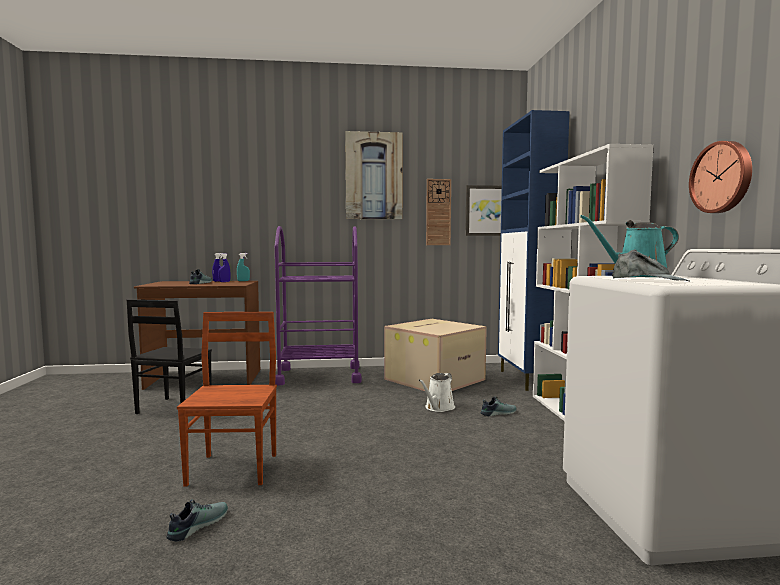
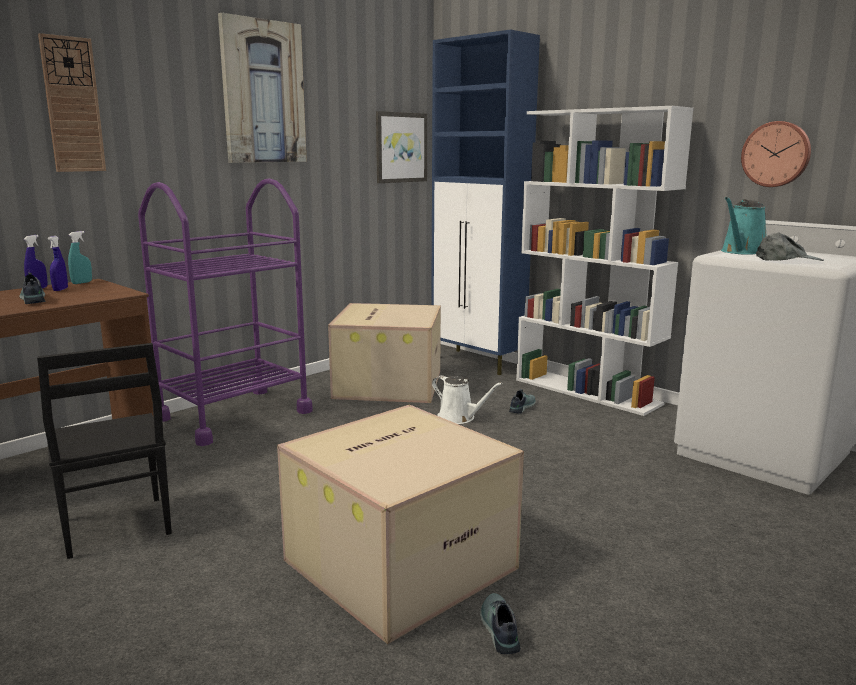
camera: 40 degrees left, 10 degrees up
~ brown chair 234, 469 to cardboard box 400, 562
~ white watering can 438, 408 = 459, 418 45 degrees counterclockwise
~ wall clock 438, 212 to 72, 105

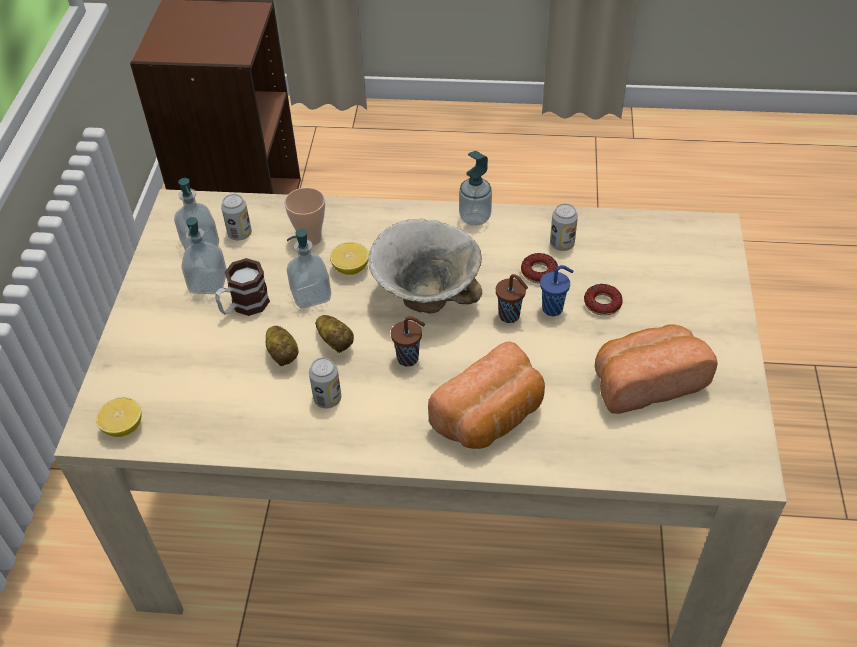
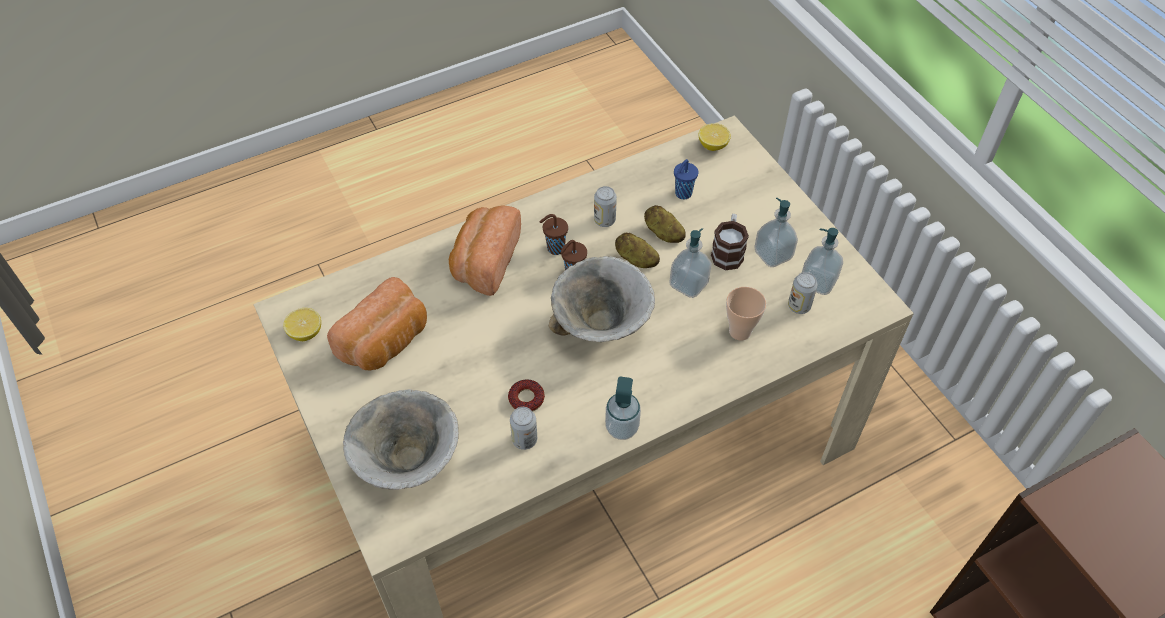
camera: 145 degrees right, 5 degrees up
~ lemon 351, 268 to 305, 332
~ brown cup 510, 316 to 554, 248
~ blue cup 553, 308 to 682, 194
- donut 602, 303
+ bowl 407, 464

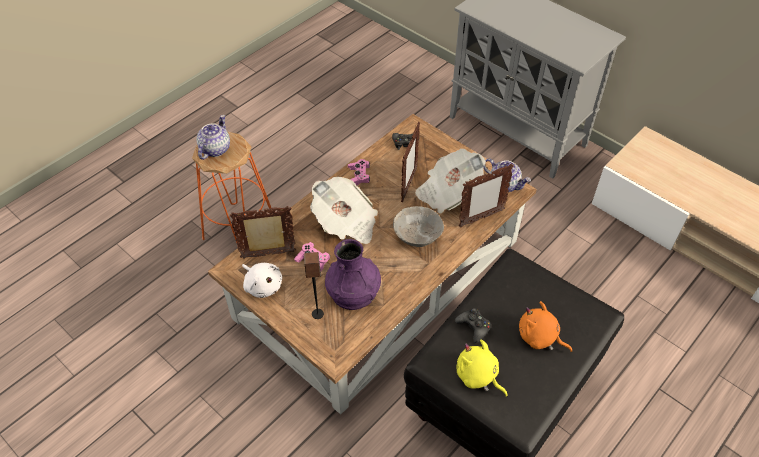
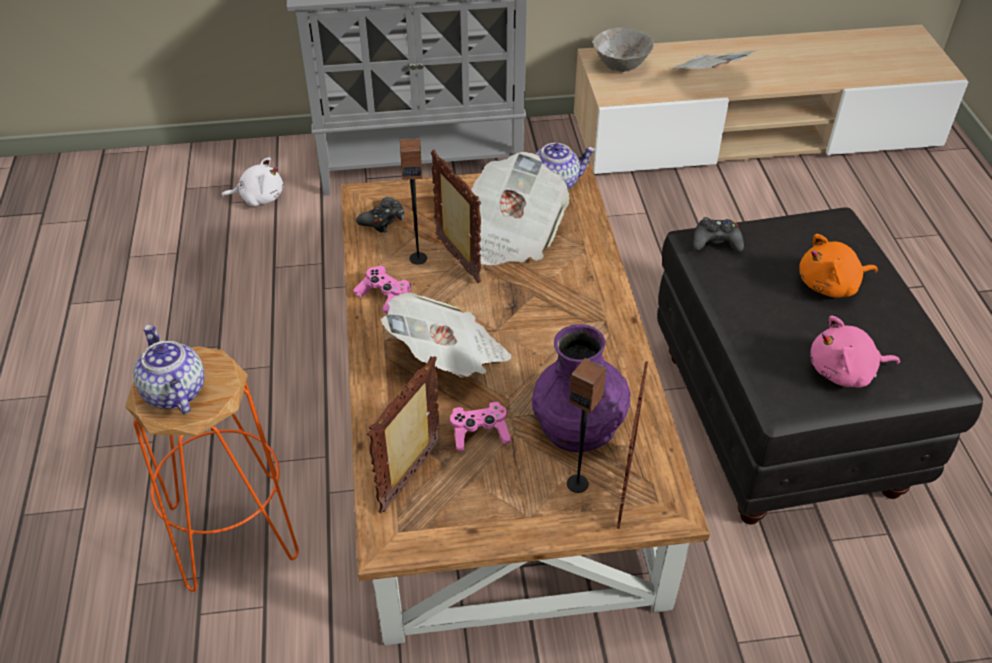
camera: 50 degrees left, 5 degrees down
~ white plush toy 262, 285 to 259, 197
~ grey bowl 416, 237 to 620, 66
~ black game controller 474, 327 to 716, 241
~ yellow plush toy 478, 376 to pink plush toy 844, 372
~ picture frame 481, 218 to 624, 488
+ speaker 418, 258
+ newspaper 709, 79

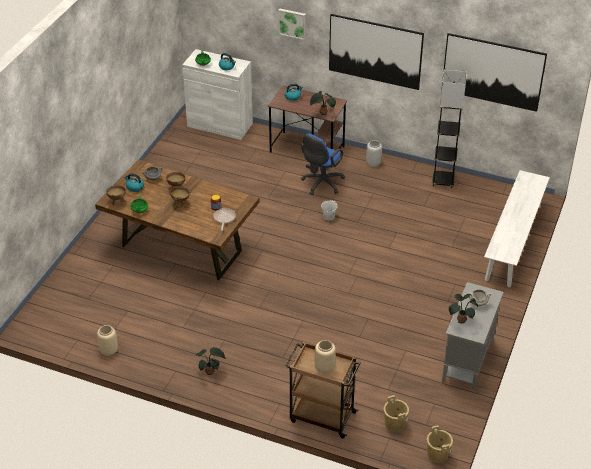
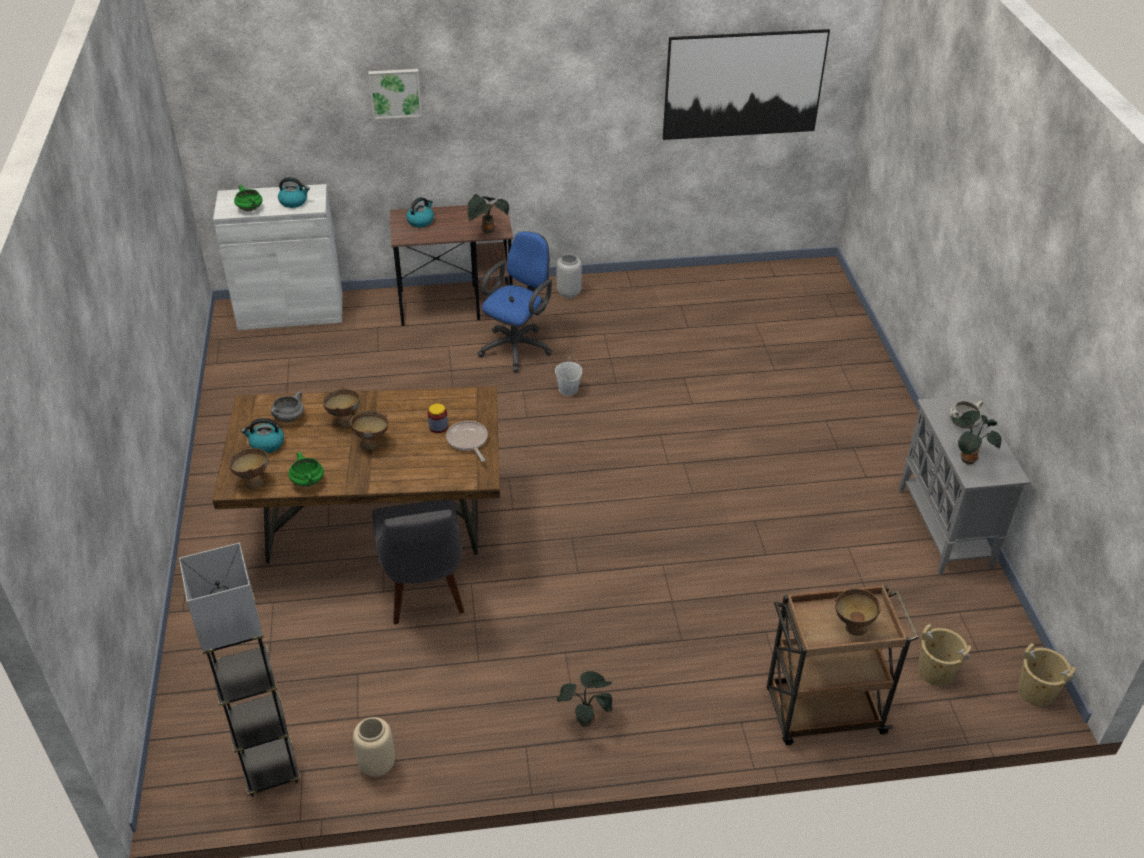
camera: 30 degrees left, 0 degrees up
~ blue office chair 321, 184 = 518, 346 150 degrees counterclockwise
~ beige vase 324, 368 to brown bowl 851, 626
- picture 375, 51
~ grey floor lamp 443, 181 to 270, 770
- white bench 513, 242
+ grey chair 424, 590

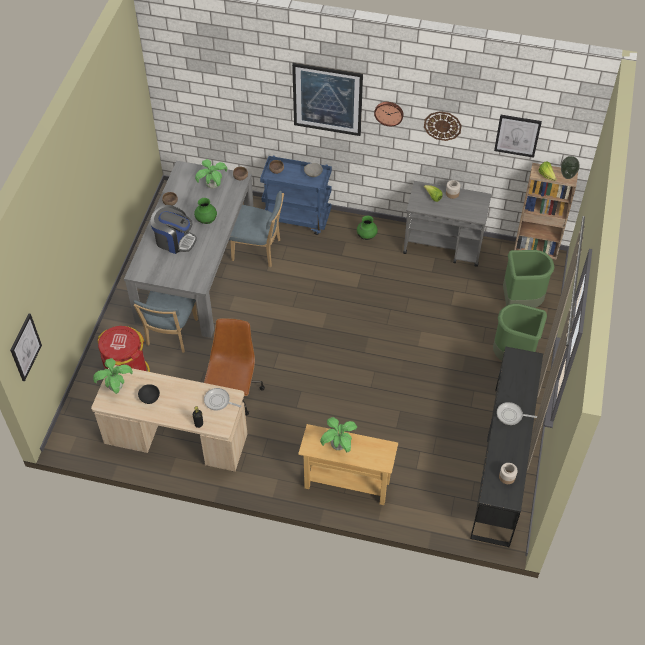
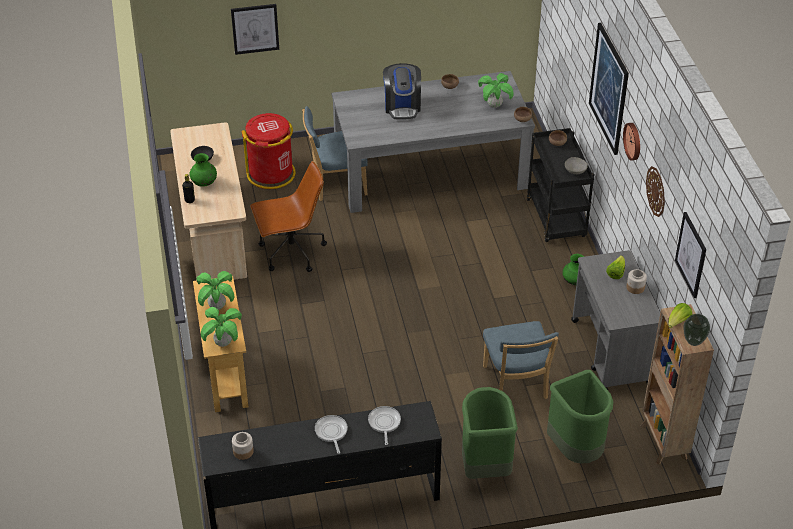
camera: 65 degrees right, 10 degrees down
~ picture 25, 347 to 255, 28
~ potted plant 116, 387 to 223, 343
~ green vase 206, 220 to 204, 183
~ frying pan 218, 401 to 384, 423
~ blue chair 259, 250 to 516, 385
~ blue cart 298, 218 to black cart 557, 219

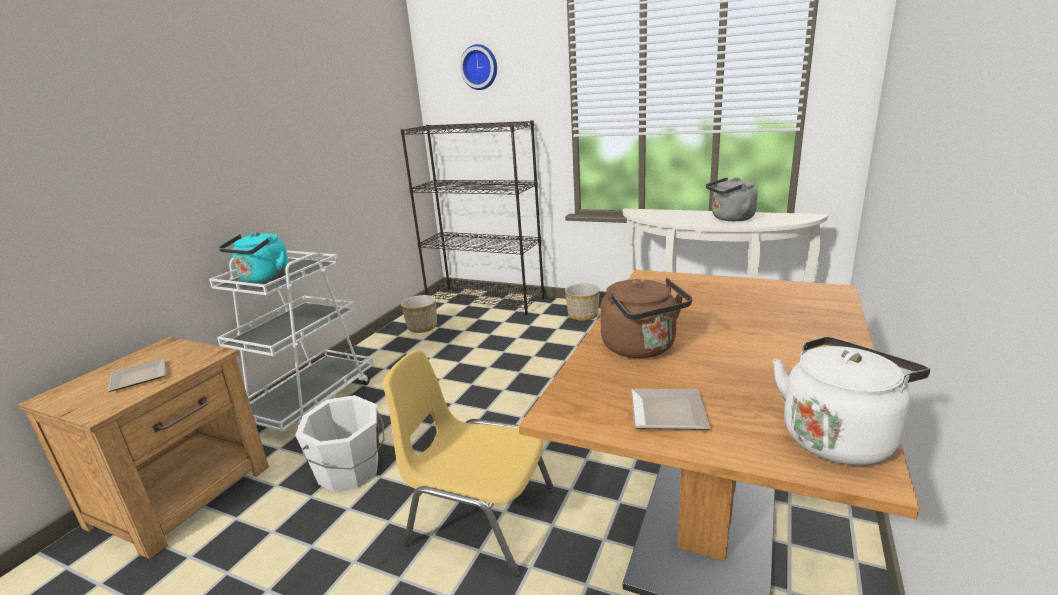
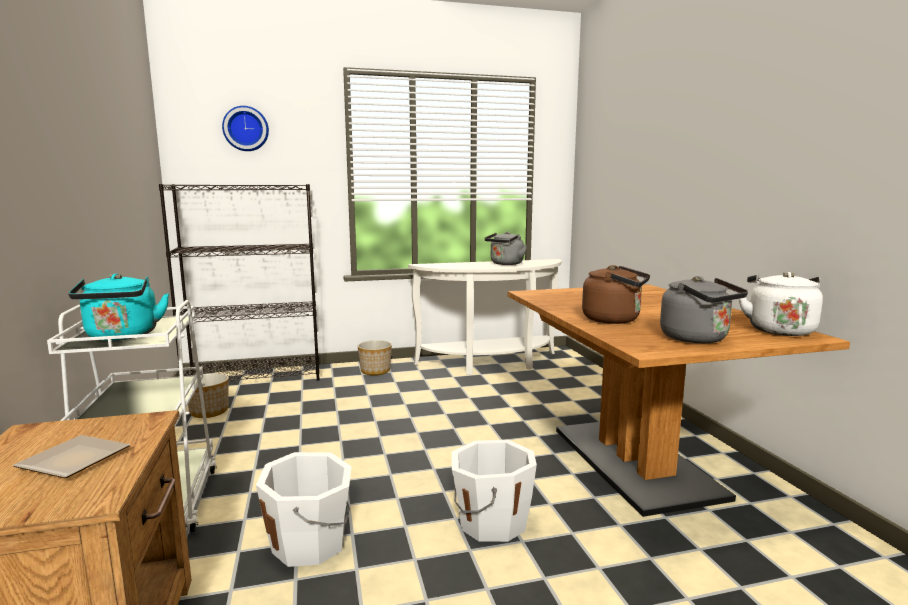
camera: 40 degrees left, 10 degrees down
~ yellow chair 479, 517 to white bucket 490, 522
~ plate 665, 414 to grey kettle 698, 339

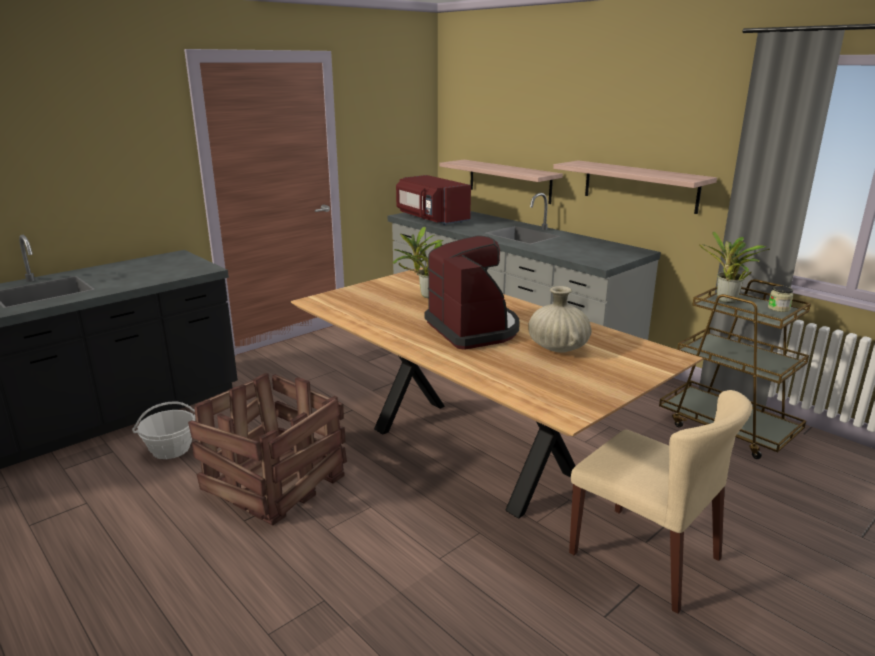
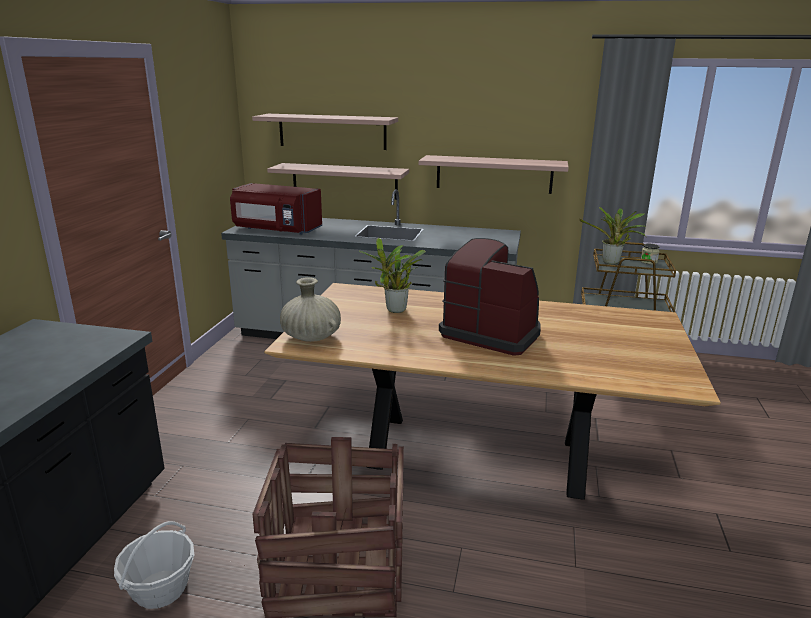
camera: 35 degrees left, 0 degrees up
~ beige vase 557, 348 to 311, 337
- beige chair 646, 556
+ shelf 332, 131

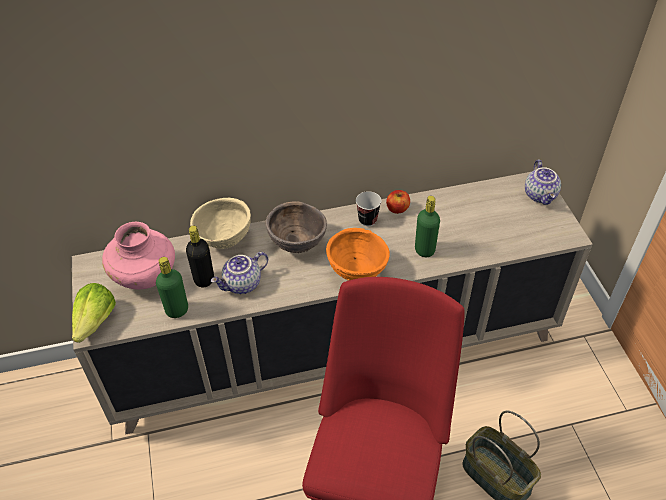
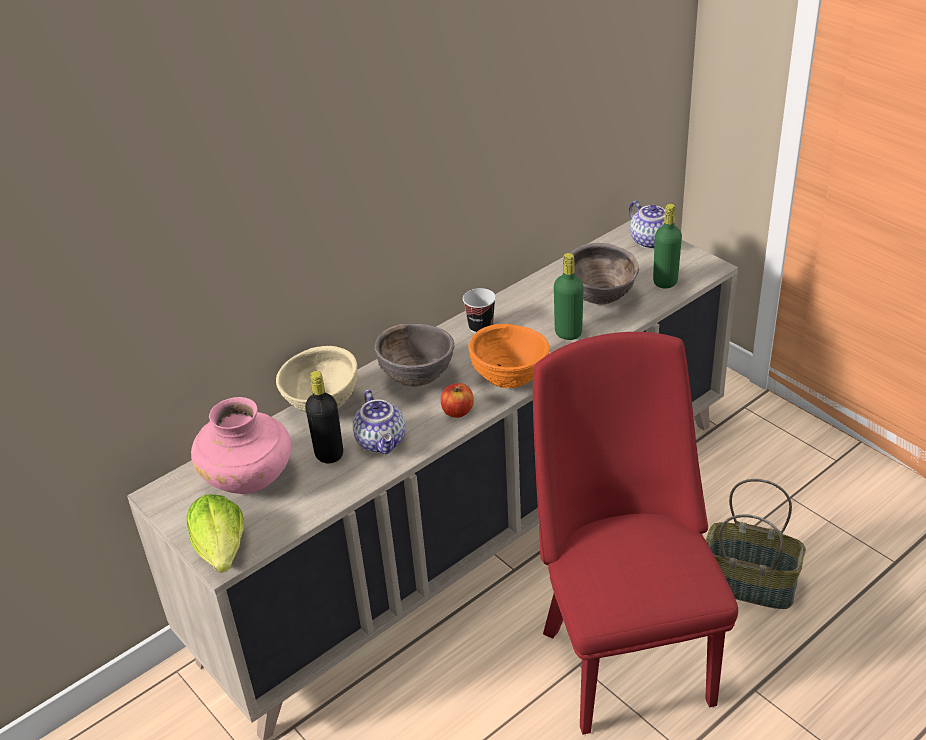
camera: 25 degrees left, 10 degrees down
~ green bottle 177, 310 to 665, 282
~ teapot 242, 285 = 382, 441 45 degrees counterclockwise
~ apple 397, 209 to 457, 411
+ brown bowl 600, 299

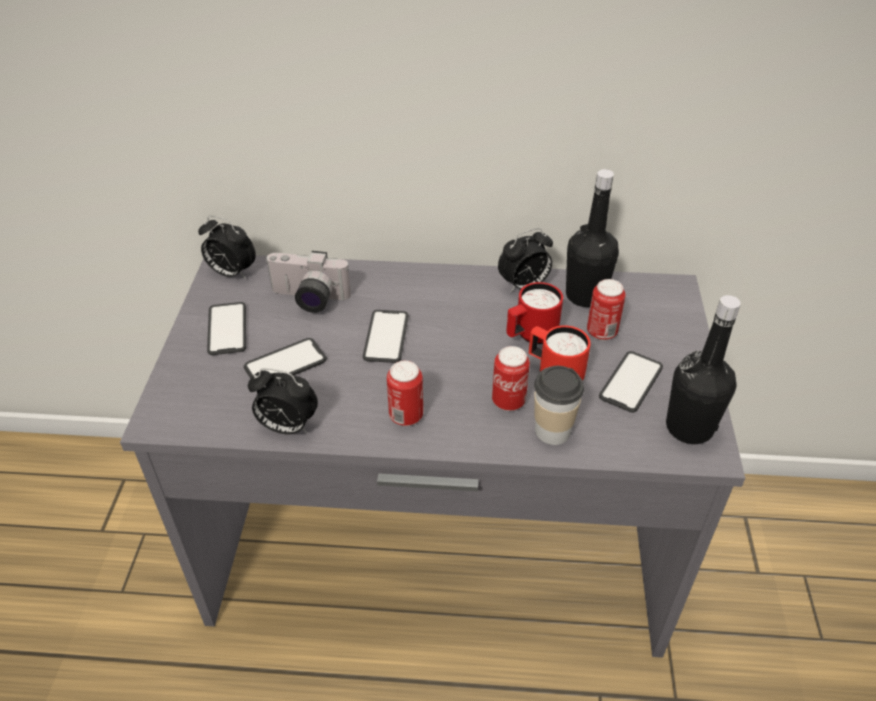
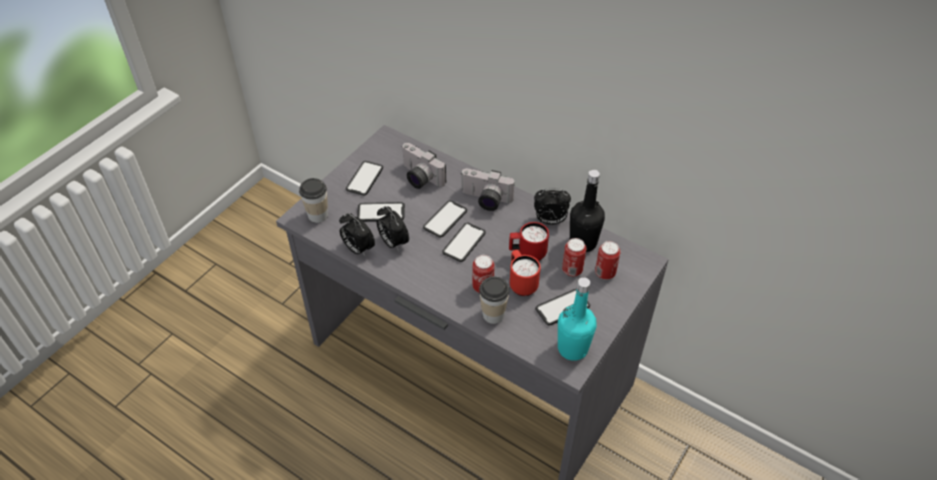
camera: 30 degrees right, 5 degrees up
~ alarm clock 231, 273 to 393, 242
~ can 406, 416 to 605, 273
~ black bottle 689, 427 to turquoise bottle 572, 348
+ cup 318, 215
+ phone 464, 242
+ photo camera 485, 200

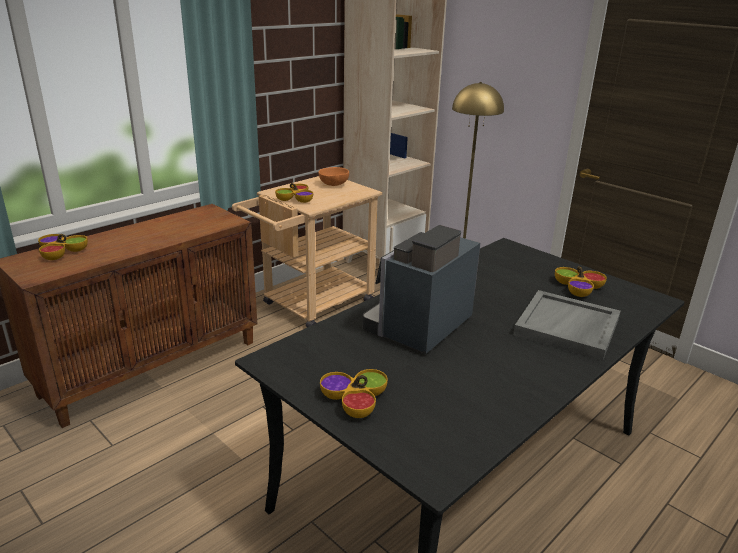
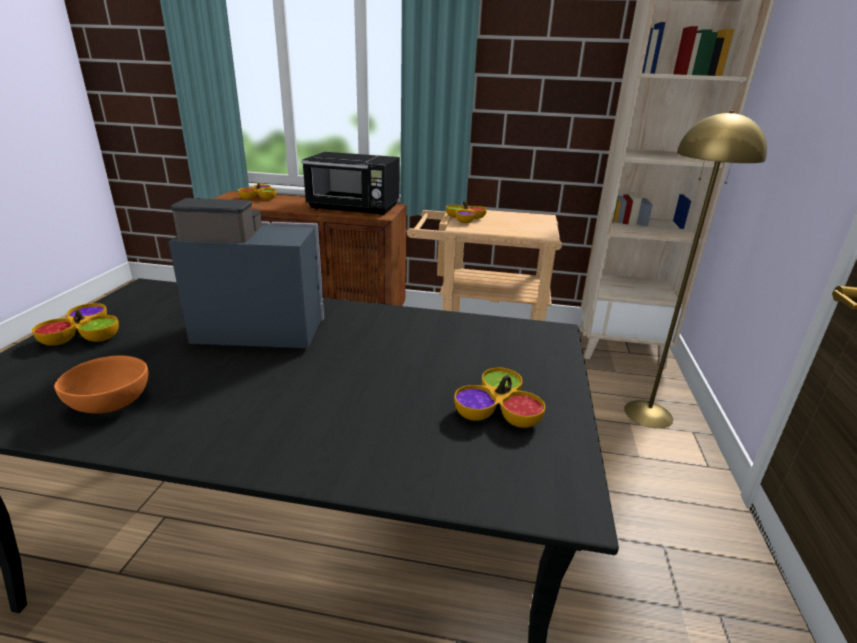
camera: 55 degrees right, 0 degrees up
~ orange bowl 333, 185 to 108, 405
- grey tray 567, 328
+ black microwave 354, 208

